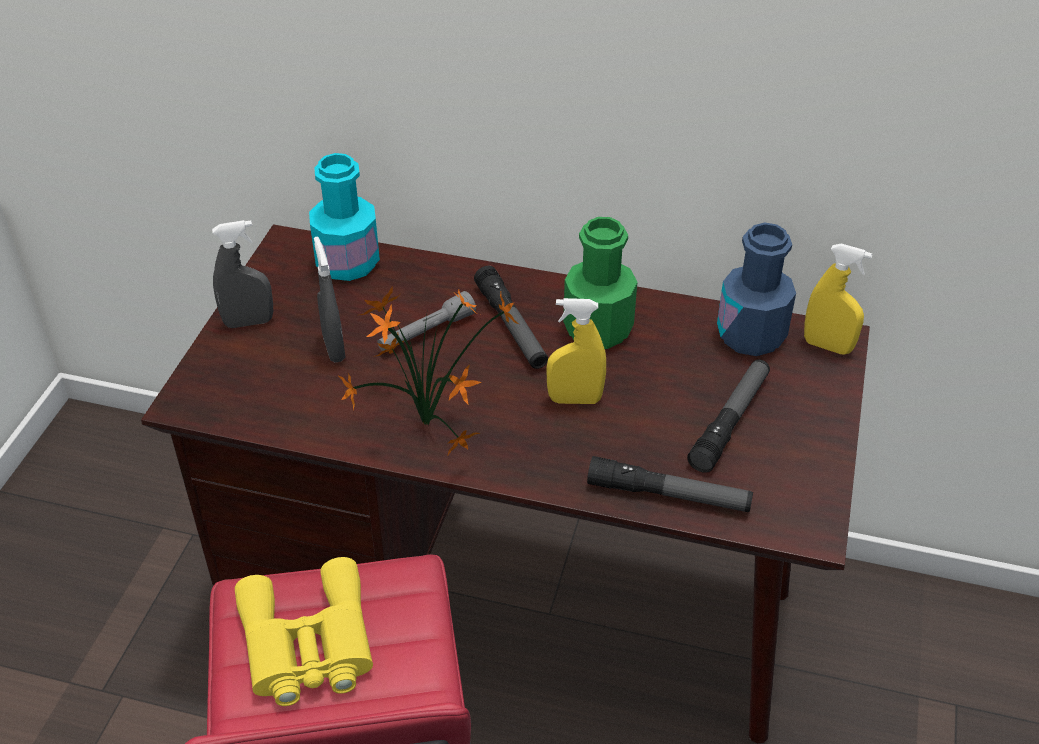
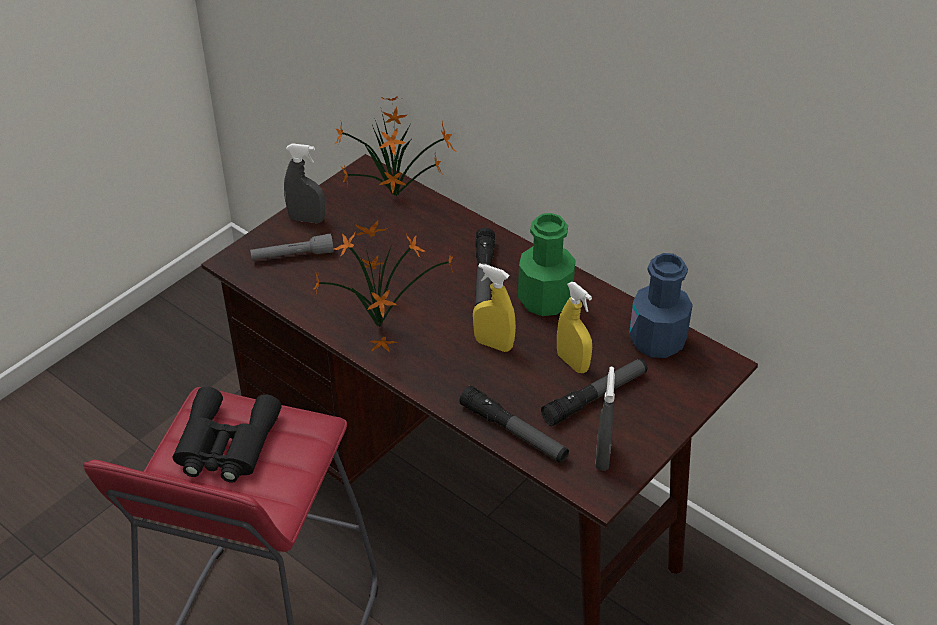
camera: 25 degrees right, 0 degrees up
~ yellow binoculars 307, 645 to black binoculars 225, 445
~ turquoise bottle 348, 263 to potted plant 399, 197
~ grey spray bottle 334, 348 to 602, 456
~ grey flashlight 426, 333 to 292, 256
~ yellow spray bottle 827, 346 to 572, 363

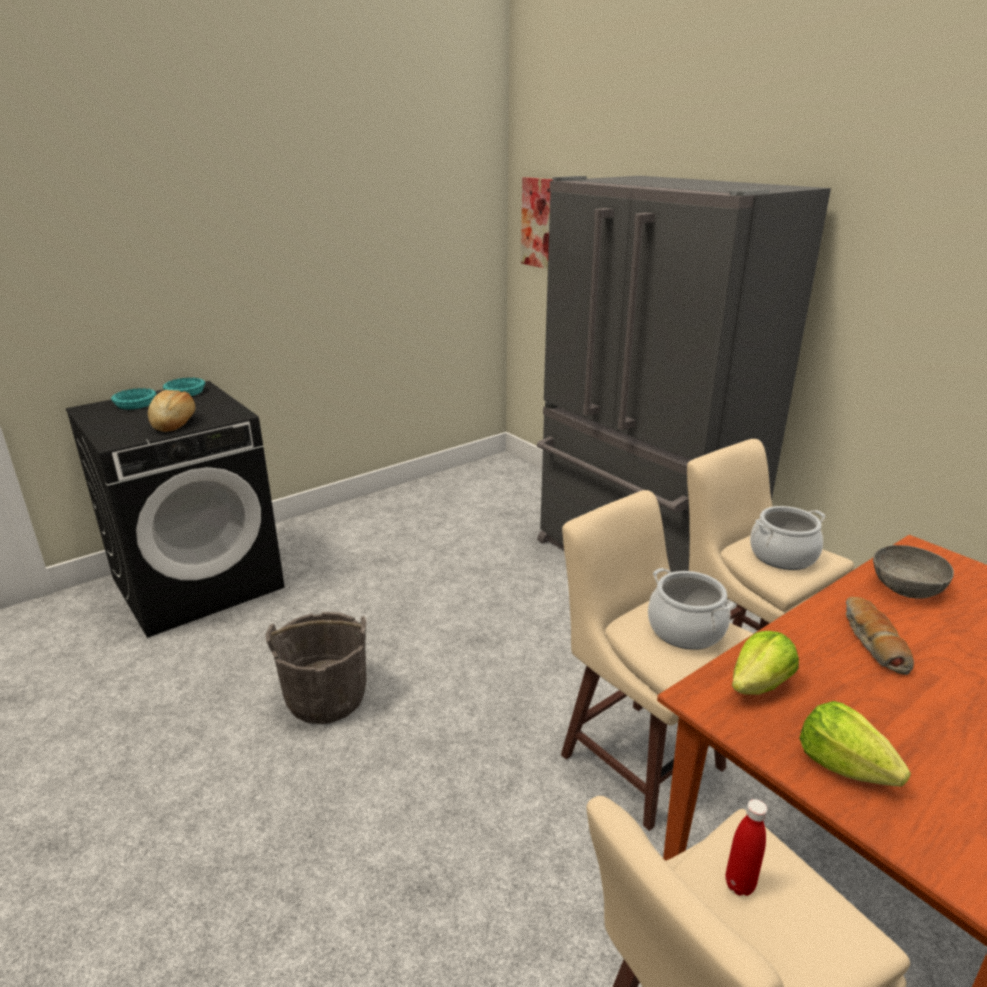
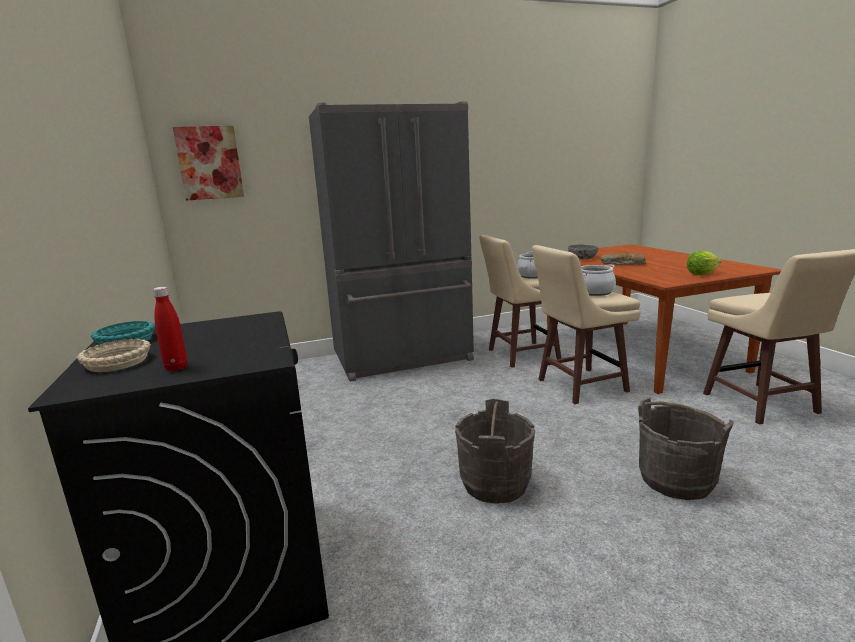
camera: 70 degrees left, 10 degrees down
~ turquoise bowl 135, 403 to beige bowl 116, 362
- bread 174, 423
~ red bottle 739, 884 to 176, 368
- lettuce 760, 685
+ grey bucket 676, 480

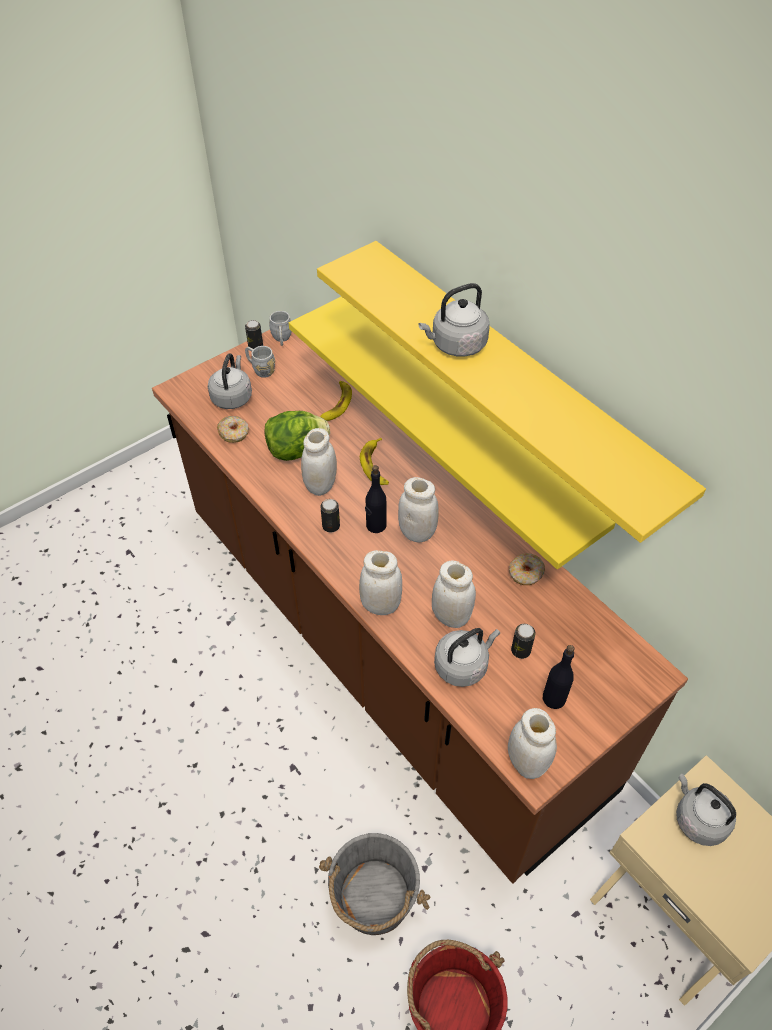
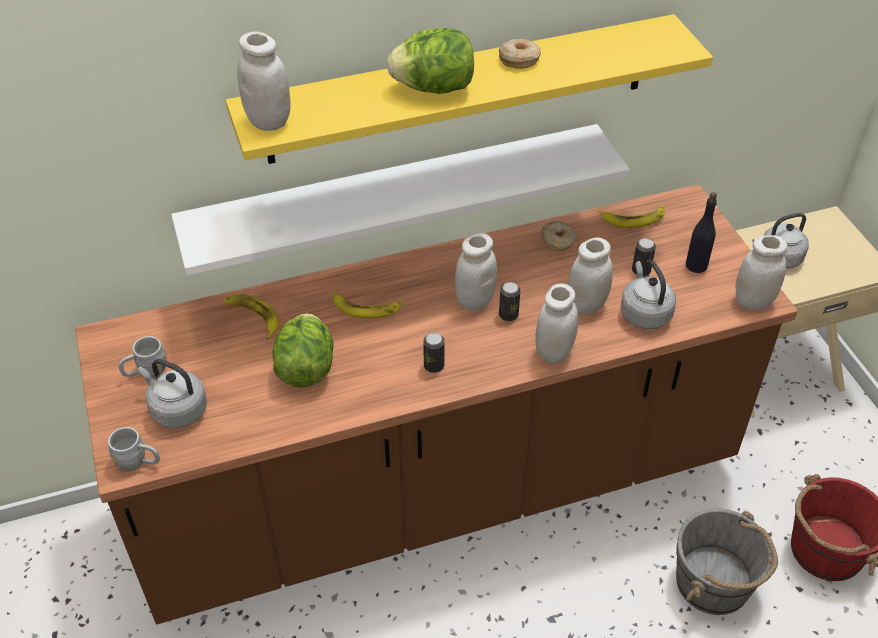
camera: 70 degrees left, 5 degrees down
~ donut 234, 433 to 519, 59
~ can 255, 347 to 508, 315
~ grey mug 282, 339 to 138, 462
~ yellow shelf 461, 421 to white shelf 394, 196
~ white jar 321, 485 to 268, 121
- black bottle 375, 525
~ grey kettle 456, 345 to lettuce 434, 88
+ banana 633, 219

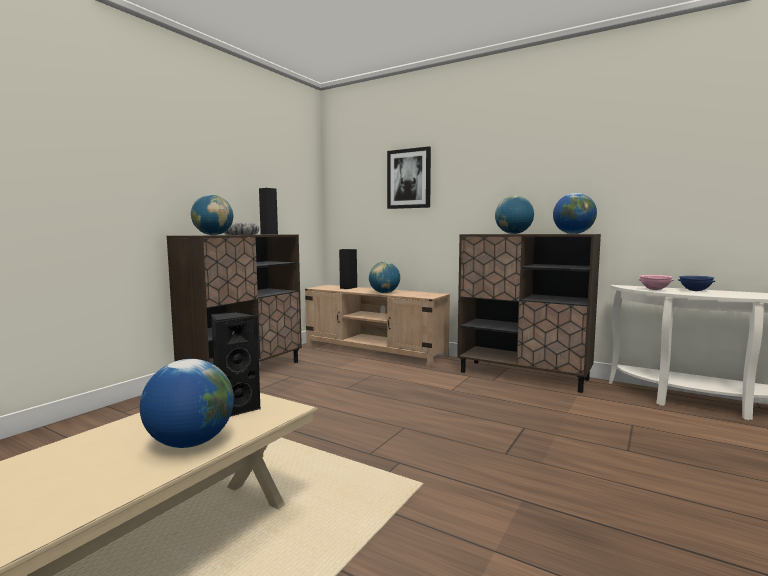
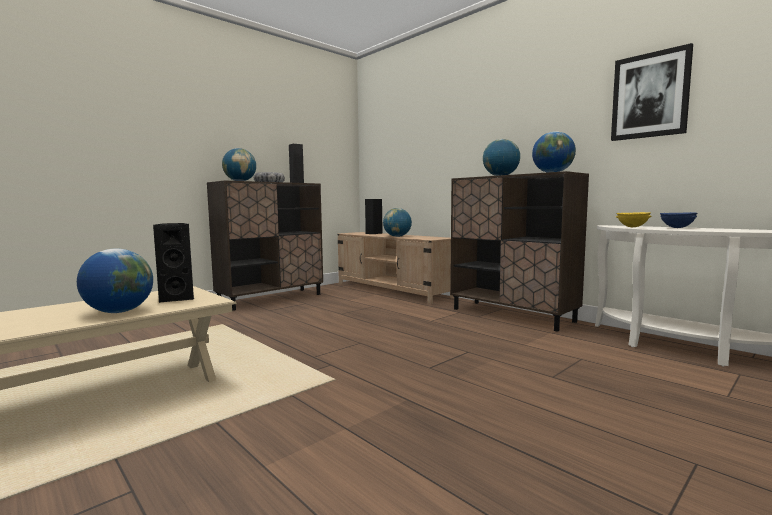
camera: 15 degrees right, 0 degrees up
~ picture 409, 178 to 650, 95
~ pink bowl 655, 290 to yellow bowl 632, 227

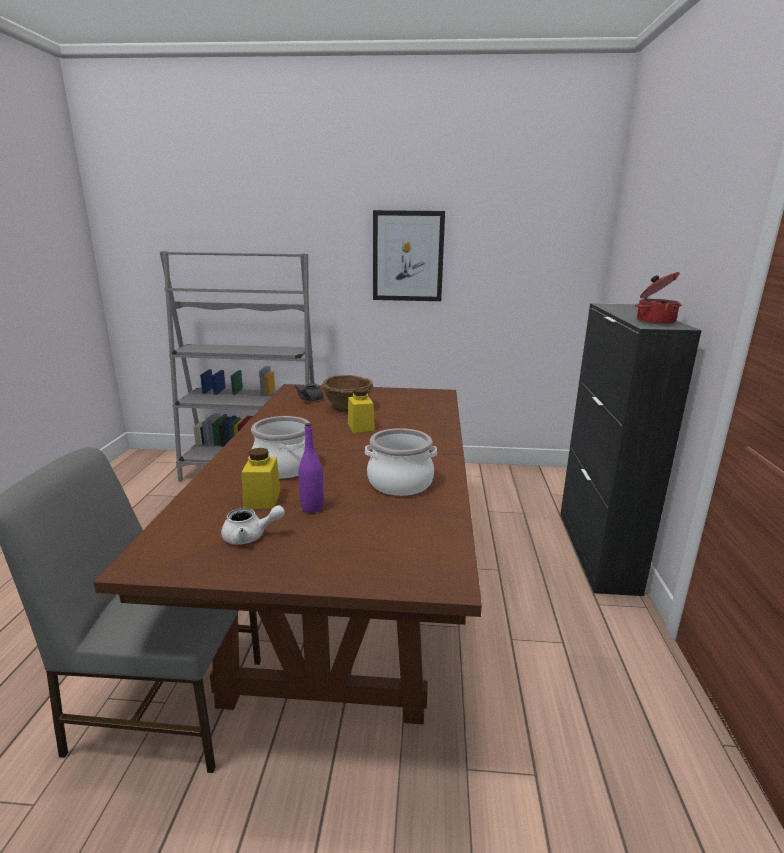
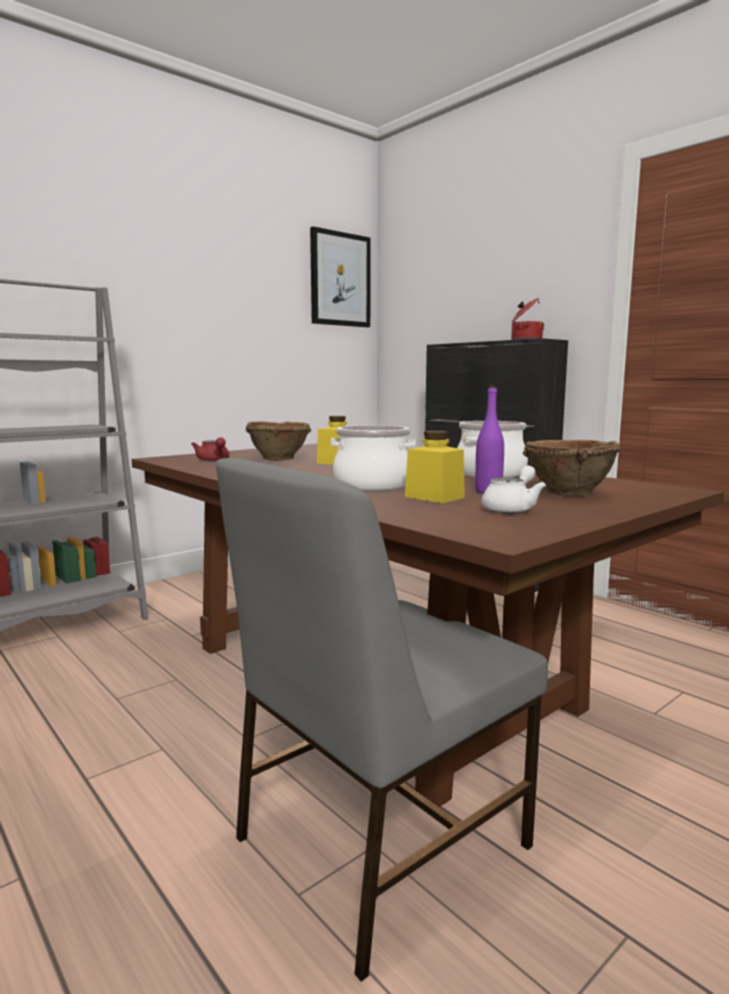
camera: 45 degrees left, 10 degrees down
~ grey teapot 309, 400 to red teapot 214, 460
~ picture 408, 256 to 340, 279
+ brown bowl 567, 493

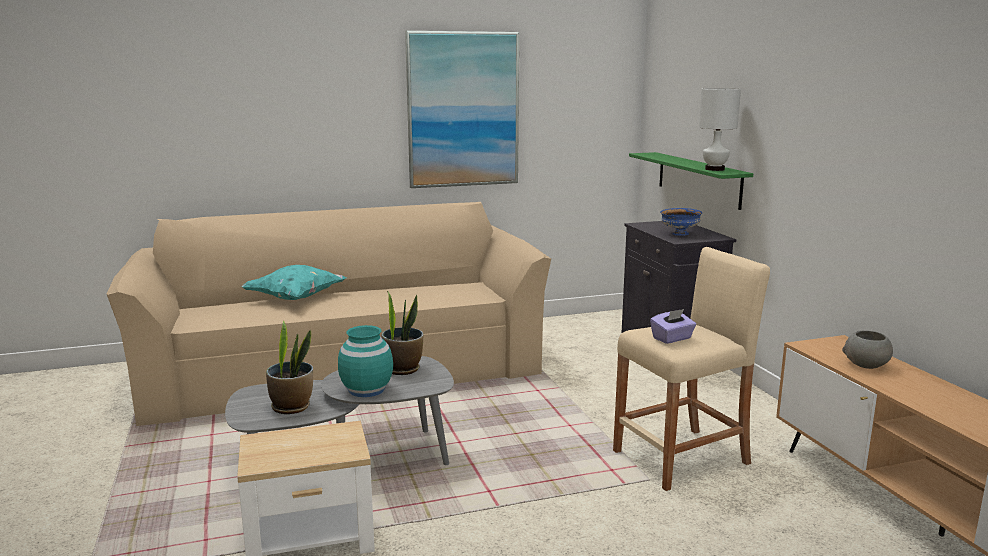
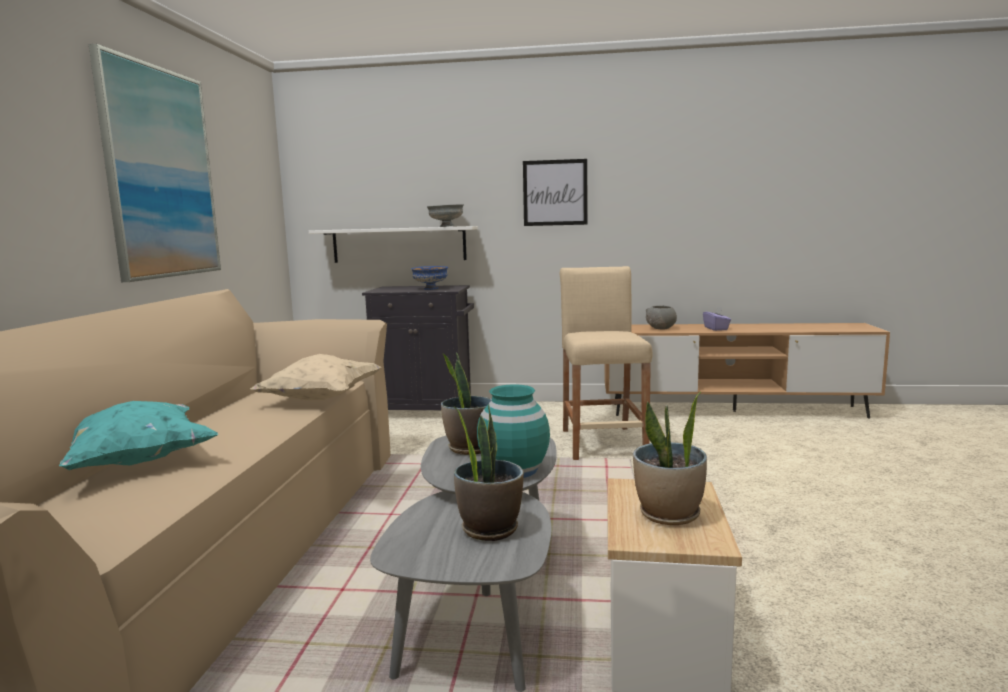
camera: 65 degrees left, 5 degrees down
~ green shelf 698, 179 to white shelf 399, 244
~ purple tissue box 672, 338 to 716, 328
~ white table lamp 714, 169 to grey bowl 446, 226
+ beige pillow 321, 399
+ picture 555, 193
+ potted plant 669, 515

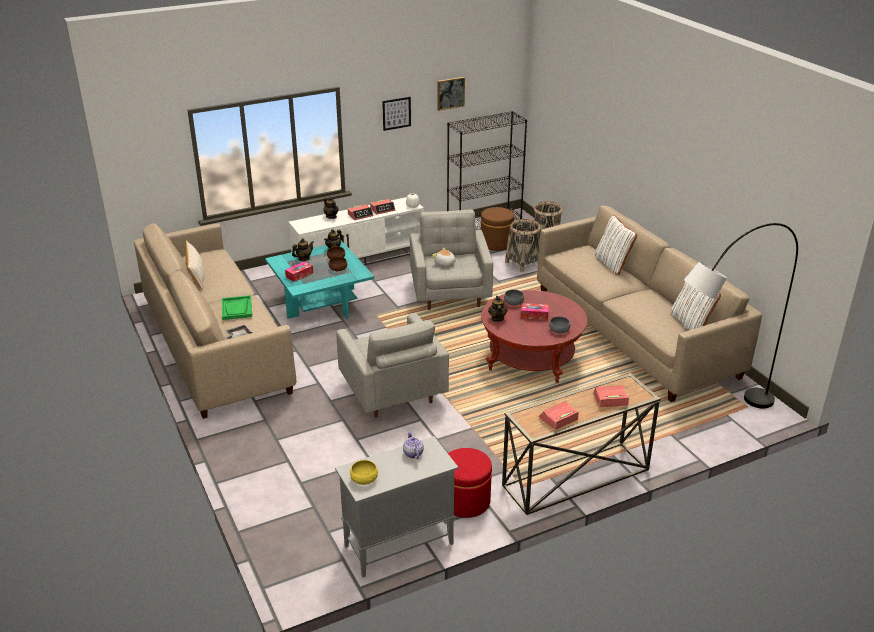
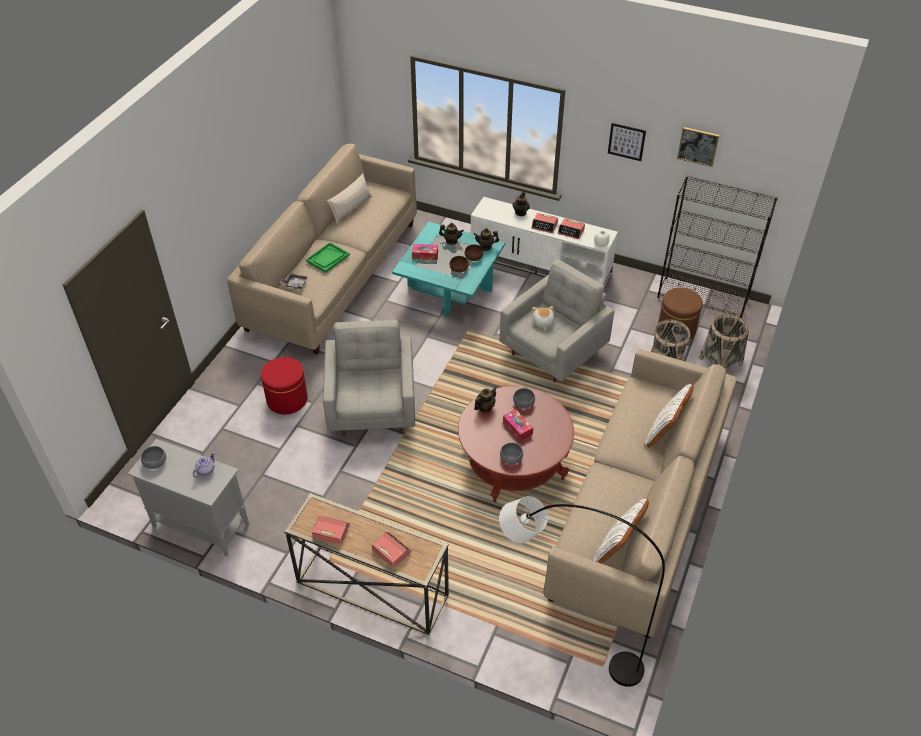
camera: 50 degrees right, 15 degrees up
~ grey armchair 392, 393 = 373, 408 150 degrees clockwise
~ yellow bowl 364, 478 to grey bowl 155, 462
~ red ottoman 465, 501 to 287, 399

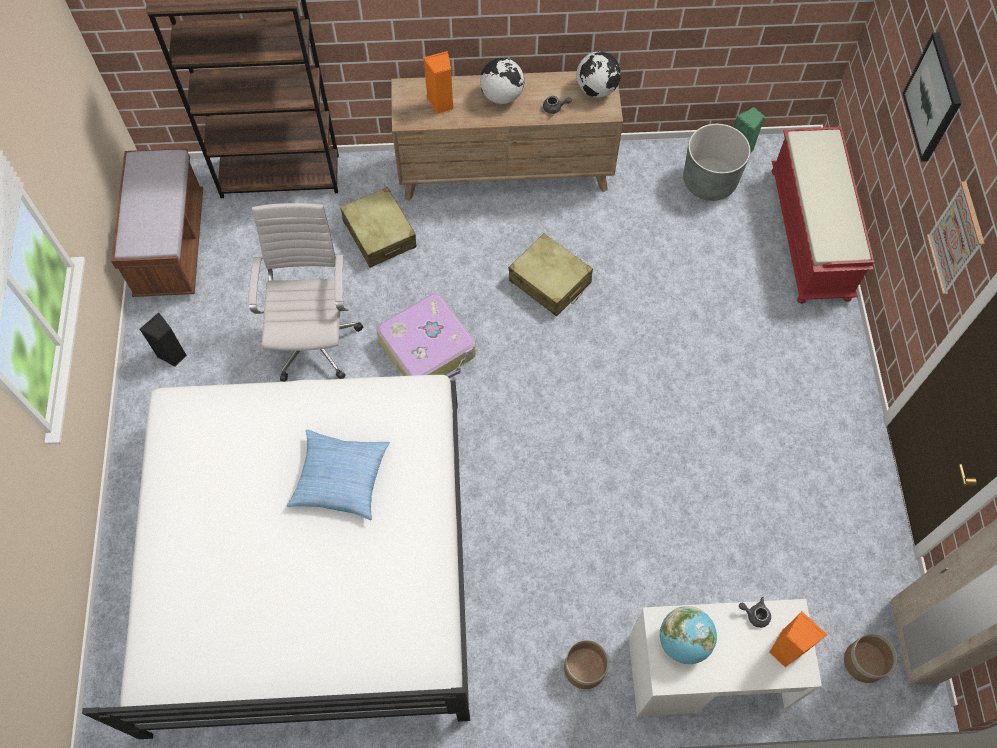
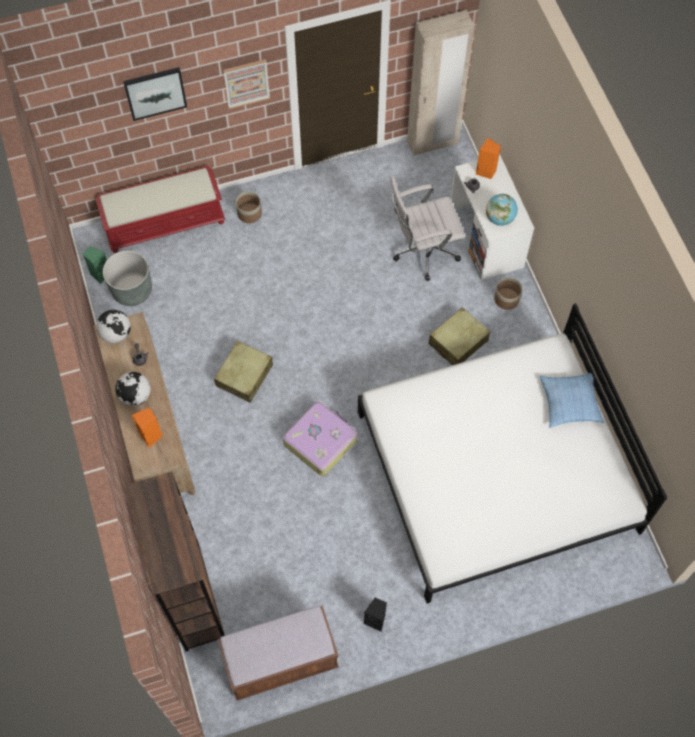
camera: 105 degrees left, 0 degrees up
~ white office chair 314, 338 to 422, 252
~ pillow 340, 478 to 570, 402
~ beige suitcase 379, 234 to 458, 342
~ planter 864, 662 to 249, 213

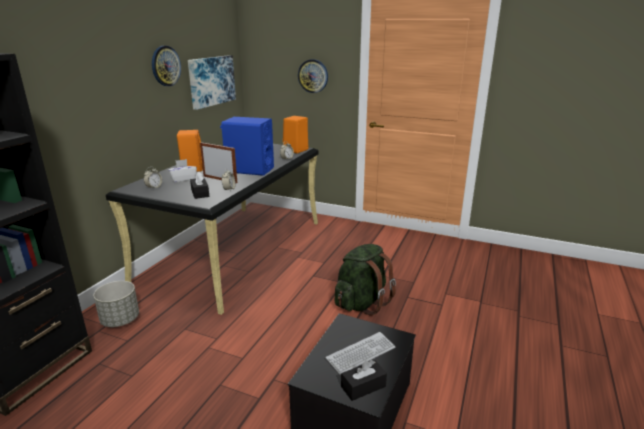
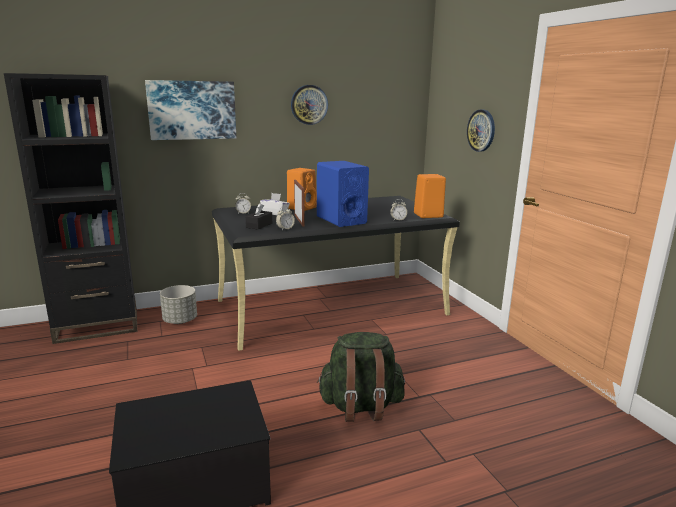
camera: 45 degrees right, 5 degrees down
~ picture 211, 81 to 192, 110
- keyboard 361, 353
- black tissue box 363, 386

